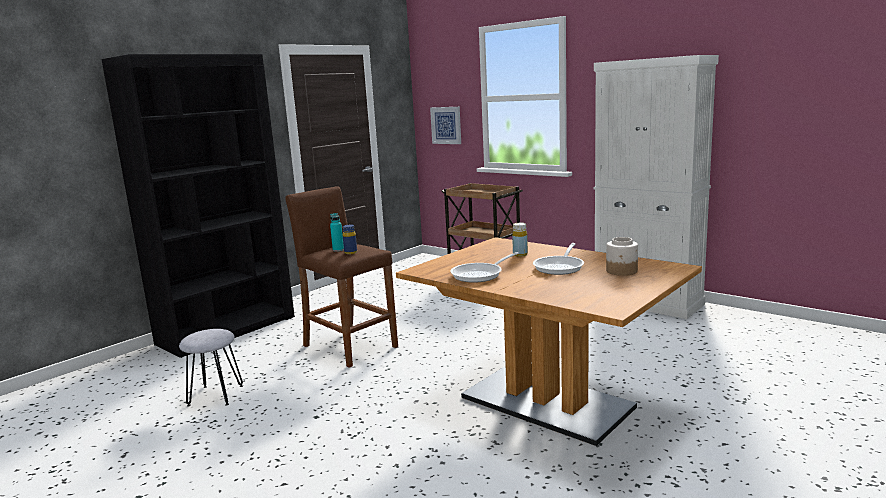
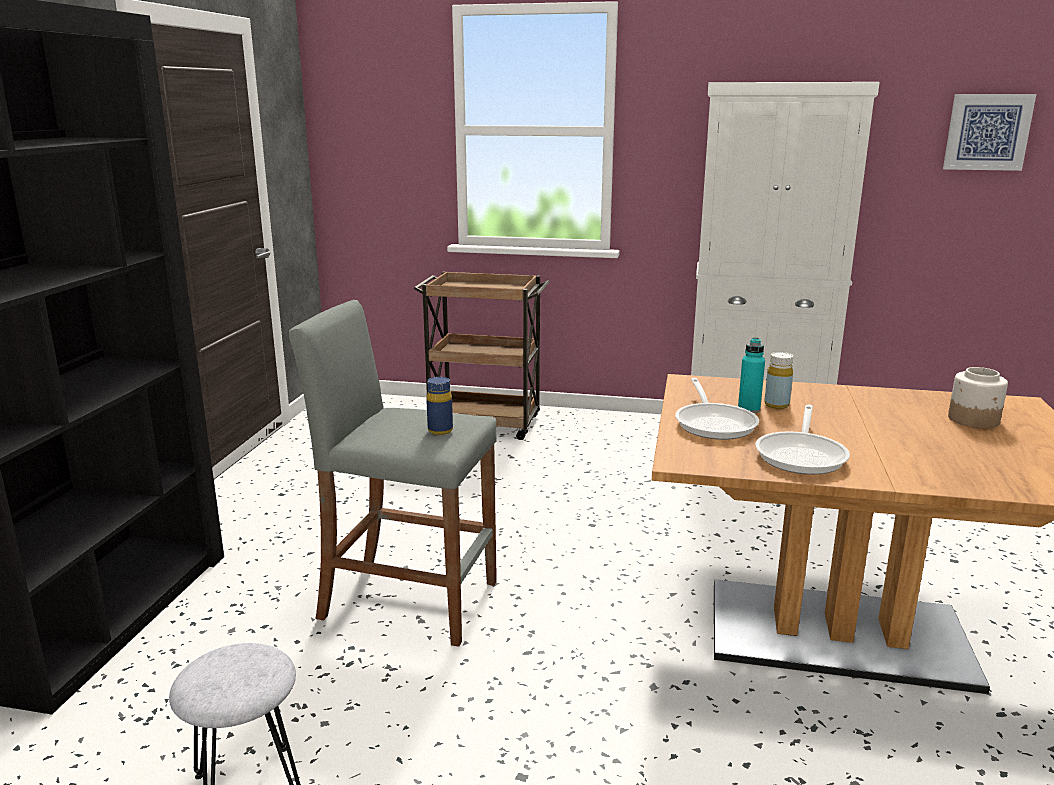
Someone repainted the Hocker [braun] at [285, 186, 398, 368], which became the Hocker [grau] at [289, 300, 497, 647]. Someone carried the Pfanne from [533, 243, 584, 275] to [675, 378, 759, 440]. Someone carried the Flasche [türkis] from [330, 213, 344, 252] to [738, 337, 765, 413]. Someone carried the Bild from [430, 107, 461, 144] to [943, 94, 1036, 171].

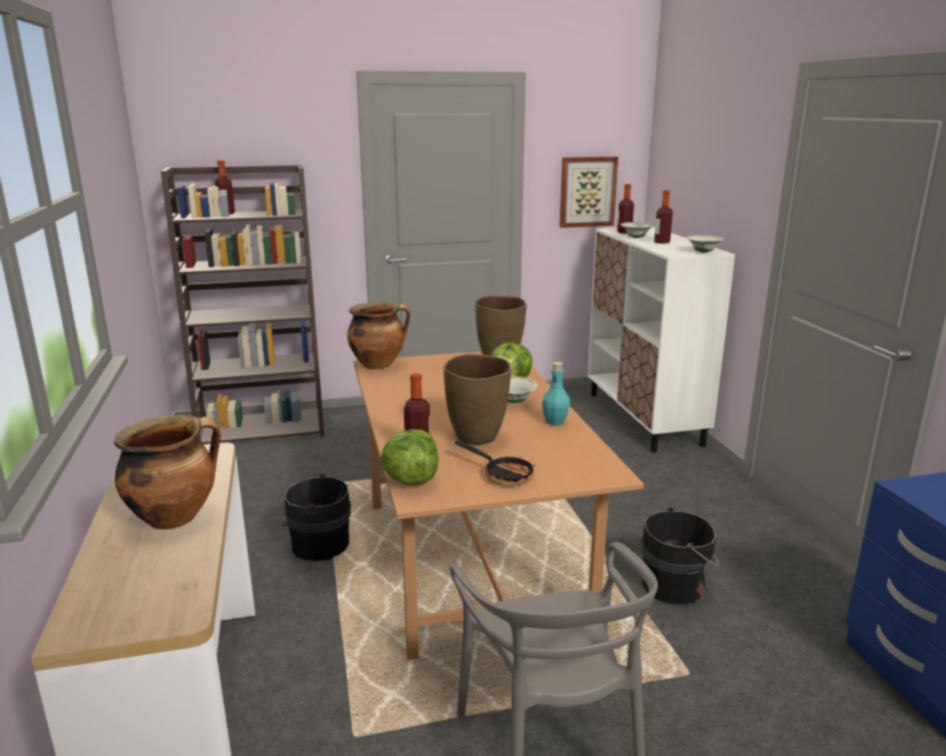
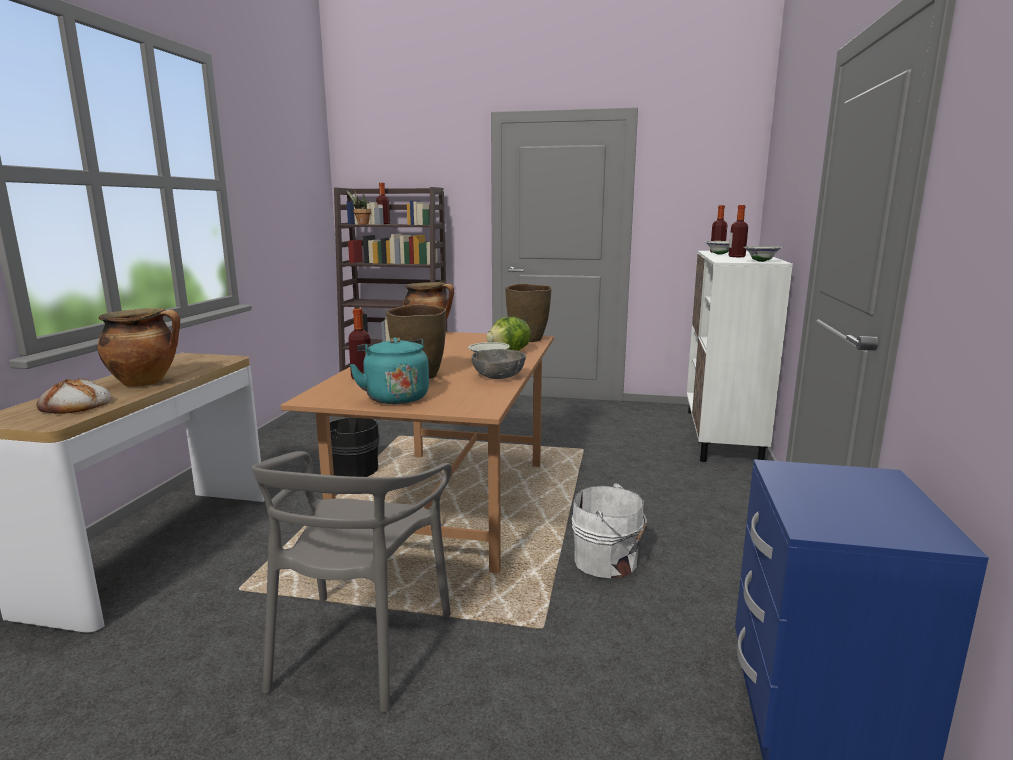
Someone put down the Brot at [36, 378, 111, 414]. Someone put down the Topfpflanze at [346, 190, 372, 224]. Someone swapped the Pfanne at [455, 440, 535, 486] for the Wasserkessel [türkis] at [350, 337, 429, 404]. Someone swapped the Flasche [türkis] at [542, 362, 570, 426] for the Schüssel [grau] at [471, 349, 526, 379]. Someone repainted the Eimer [schwarz] at [641, 507, 719, 605], which became the Eimer [weiß] at [571, 483, 647, 578]. Someone took away the Salatkopf at [380, 429, 439, 485]. Someone took away the Bild at [560, 157, 618, 228].

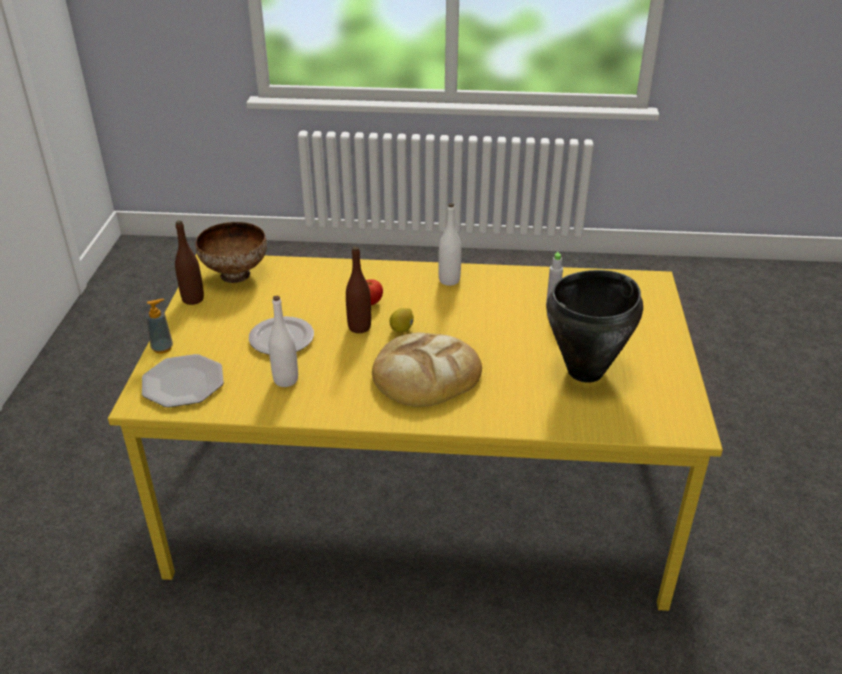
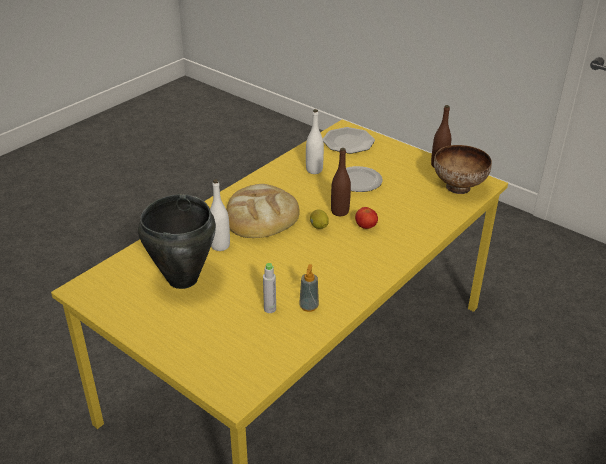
Someone carried the Flasche [weiß] from [438, 203, 462, 286] to [210, 179, 230, 251]. Someone carried the Seifenspender from [146, 299, 173, 354] to [299, 264, 319, 312].

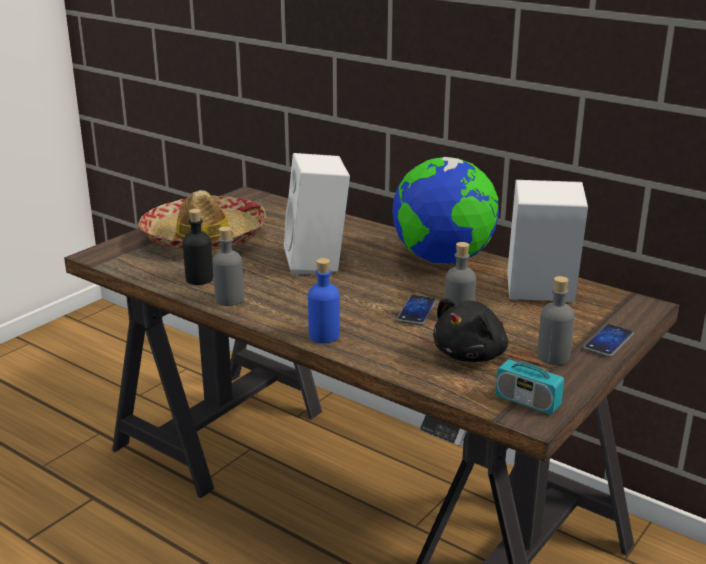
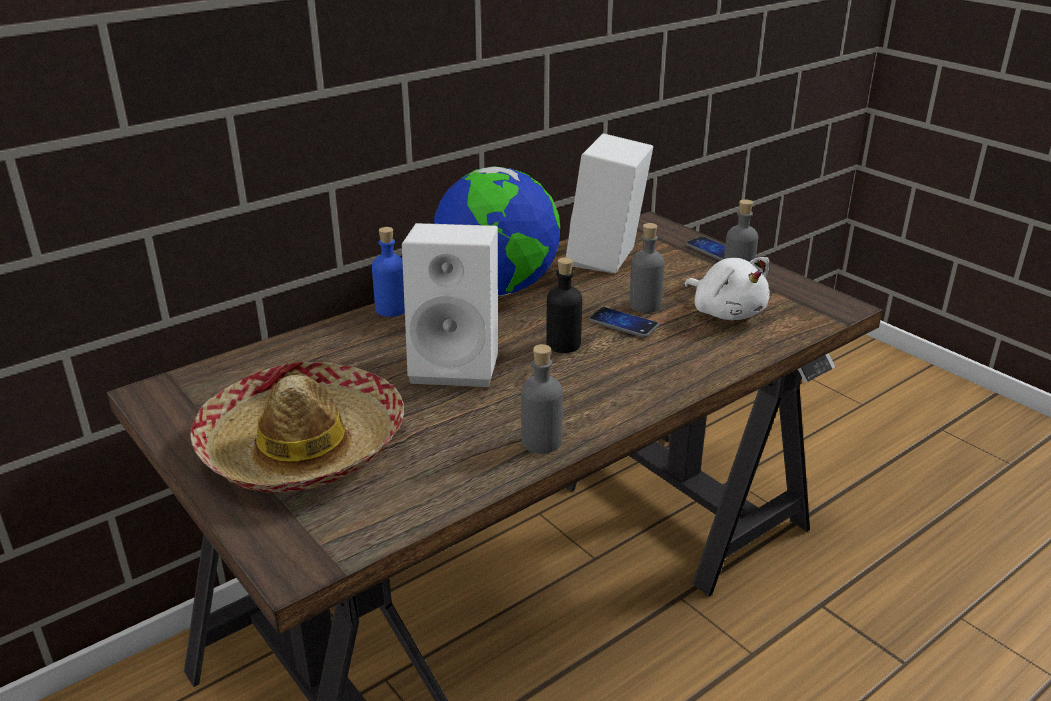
Someone carried the Flasche [blau] from [308, 258, 340, 343] to [372, 227, 405, 317]. Someone carried the Flasche [schwarz] from [183, 209, 213, 285] to [546, 257, 582, 353]. Someone repainted the Plüschtier [schwarz] at [433, 298, 508, 362], which became the Plüschtier [weiß] at [684, 257, 770, 320]. Someone took away the Radio at [495, 321, 564, 415].

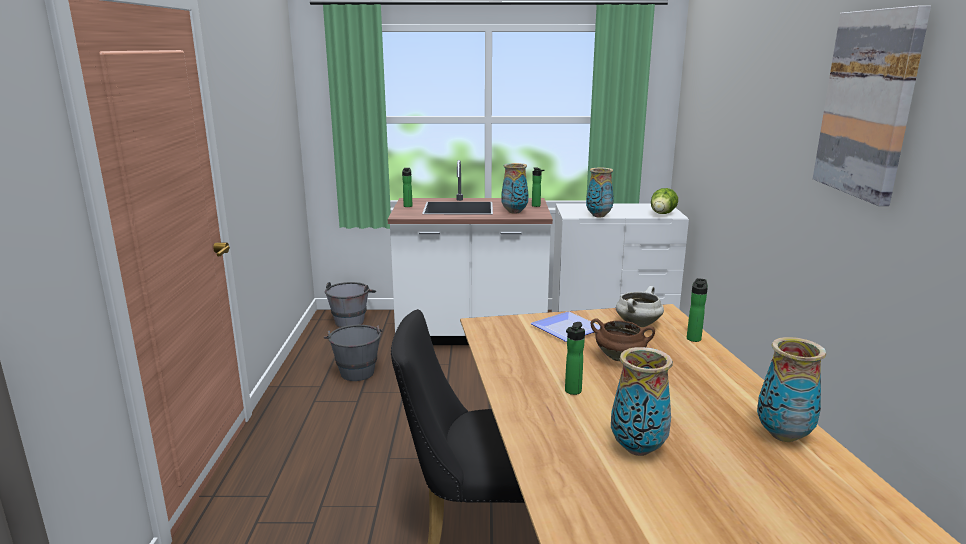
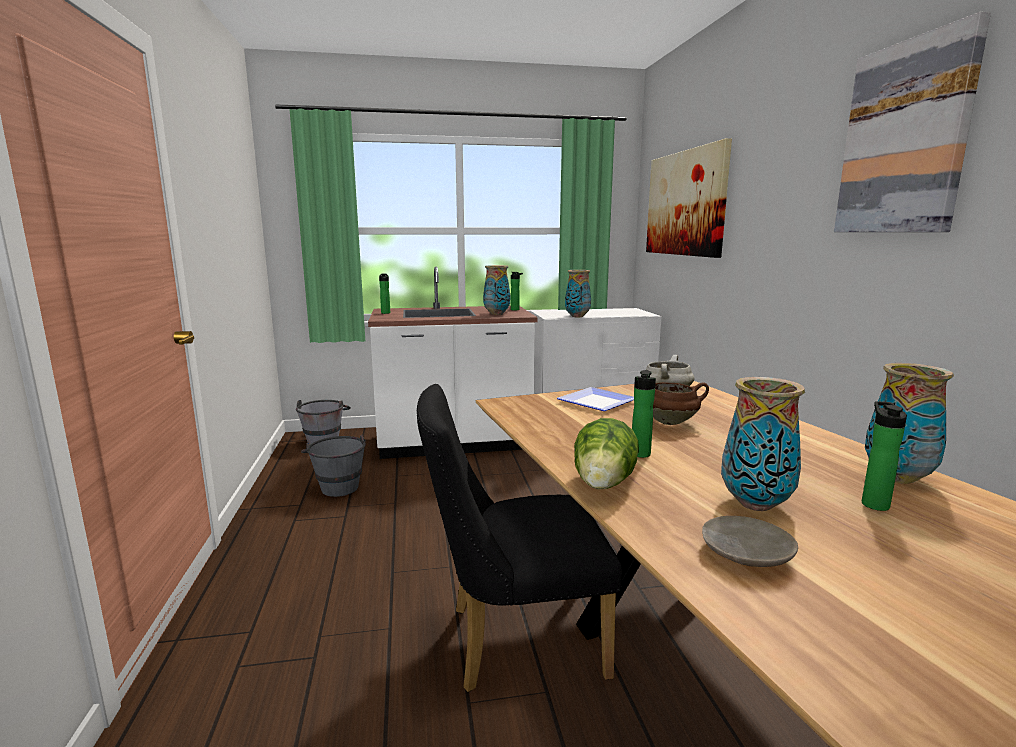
Someone carried the Salatkopf from [651, 188, 678, 214] to [574, 418, 639, 490]. Someone put up the Bild at [646, 138, 732, 258]. Someone put down the Teller [beige] at [702, 516, 798, 567]. Someone carried the Flasche from [687, 278, 708, 342] to [862, 401, 907, 511].

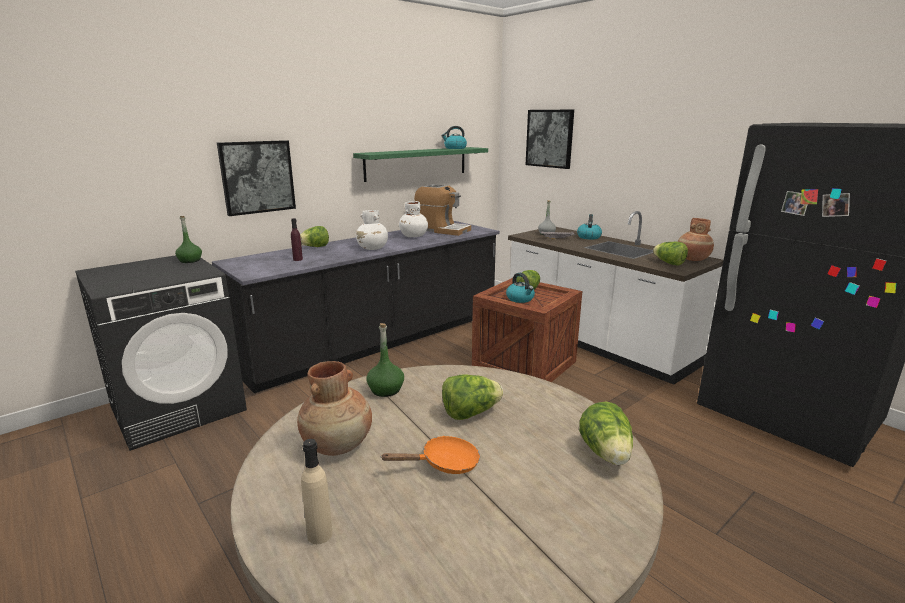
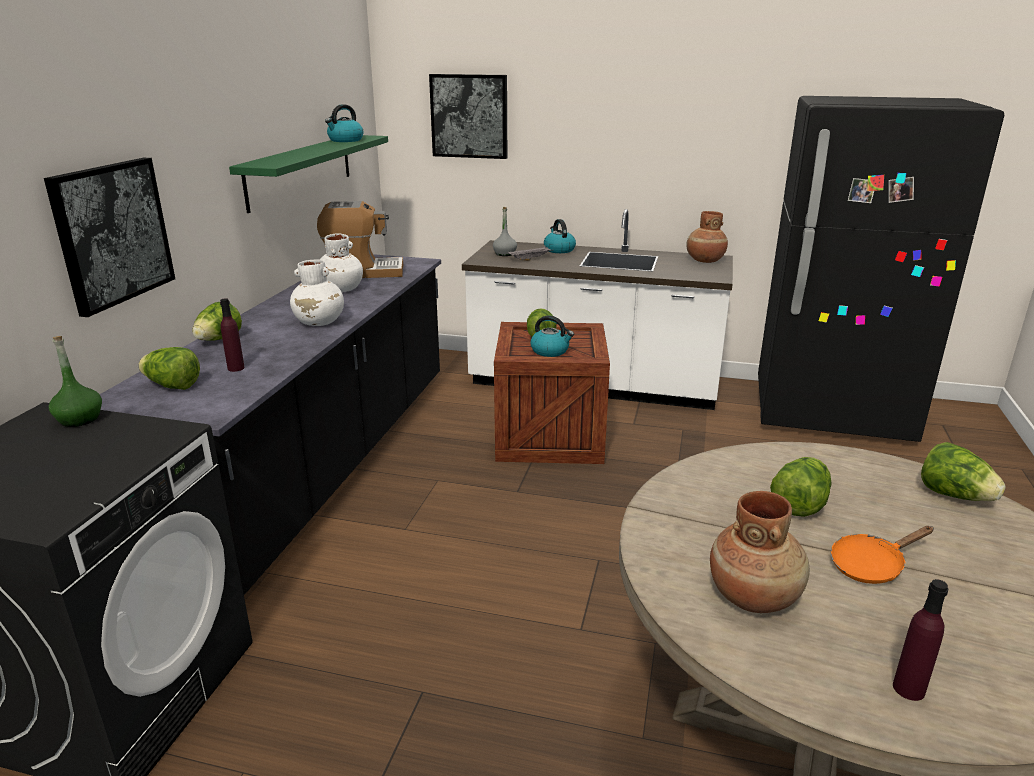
Someone carried the Salatkopf from [653, 242, 688, 266] to [138, 347, 200, 390]. Someone rotated the Pfanne [orange] at [380, 436, 480, 474] by 150 degrees counterclockwise. Someone repainted the Flasche [beige] at [301, 439, 332, 544], which became the Flasche [lila] at [893, 579, 948, 701]. Someone took away the Flasche [grün] at [366, 323, 404, 397].

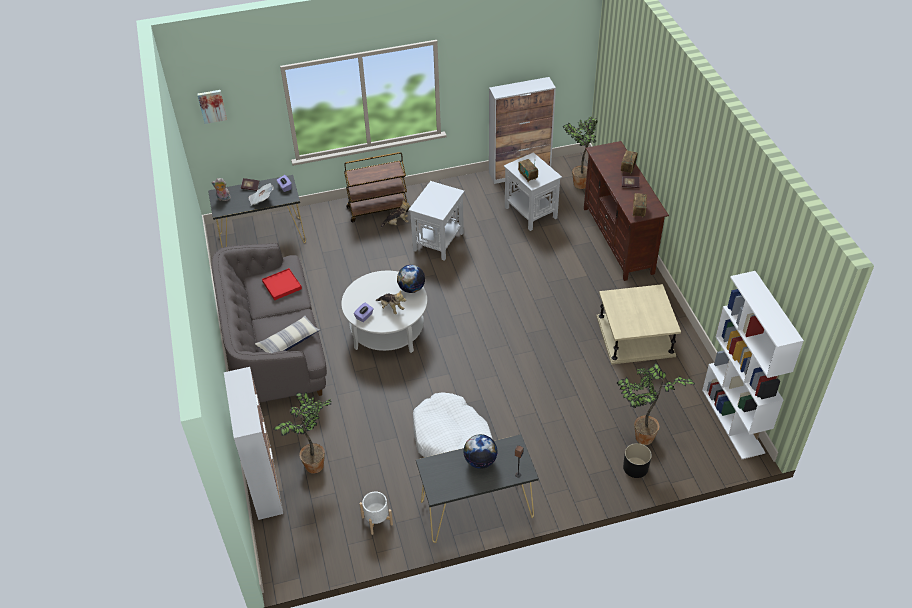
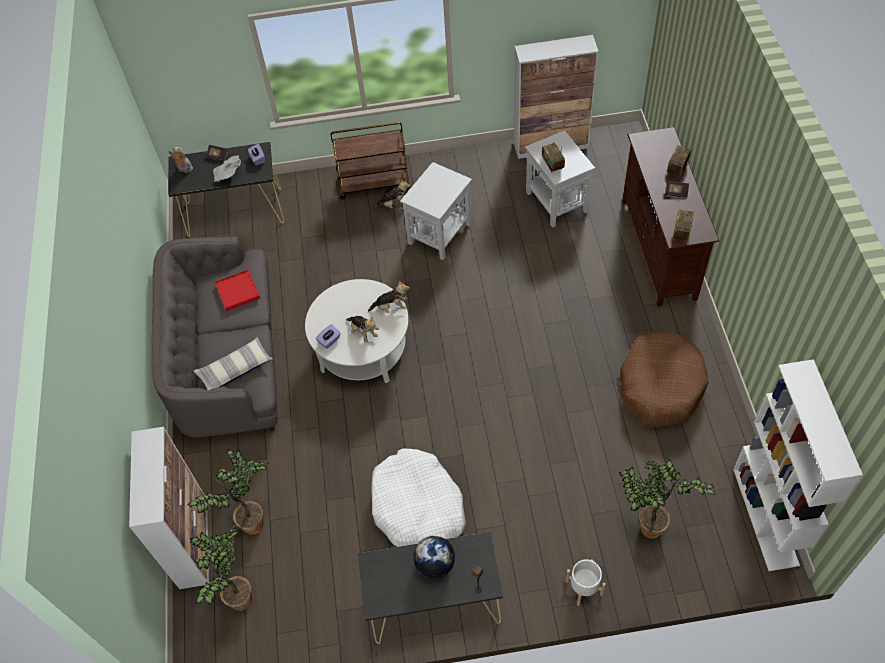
Someone carried the Topfpflanze from [563, 117, 598, 189] to [190, 523, 252, 611]. Someone swapped the Globus at [397, 265, 425, 293] for the Plüschtier at [368, 280, 410, 313]. Someone carried the Pflanzkübel [weiß] from [359, 491, 393, 535] to [565, 559, 606, 606]. Someone swapped the Beistelltisch [beige] at [596, 284, 681, 365] for the Hundebett [braun] at [620, 330, 709, 428]. Someone took away the Bild at [197, 90, 227, 124]. Someone took away the Pflanzkübel [schwarz] at [623, 443, 652, 478].

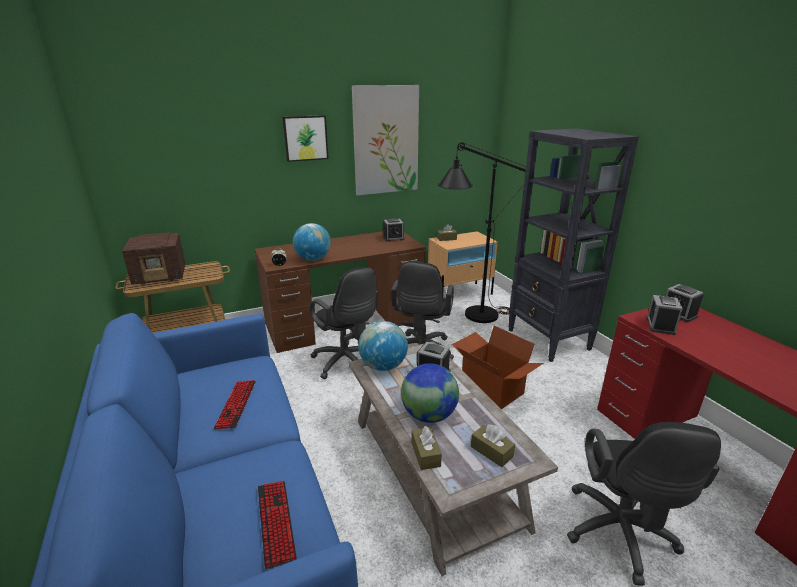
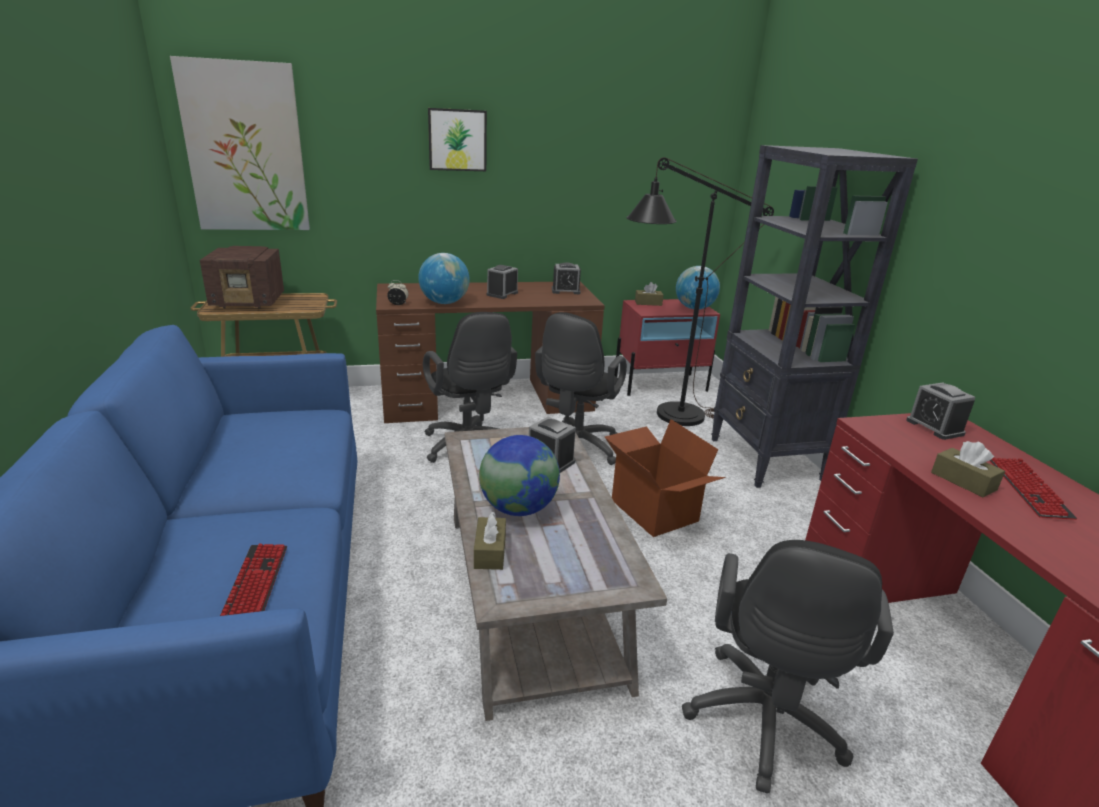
Someone carried the Bild from [352, 85, 419, 196] to [170, 56, 310, 230]. Someone carried the Wecker from [647, 295, 683, 335] to [487, 265, 518, 299]. Someone repainted the Nachttisch [beige] at [428, 231, 498, 295], which became the Nachttisch [rot] at [615, 299, 720, 396]. Someone carried the Globus from [358, 321, 408, 371] to [676, 266, 720, 309]. Someone carried the Taschentuchbox [braun] from [471, 424, 515, 467] to [931, 441, 1005, 497]. Someone carried the Tastatur from [214, 380, 256, 430] to [990, 458, 1077, 520].

